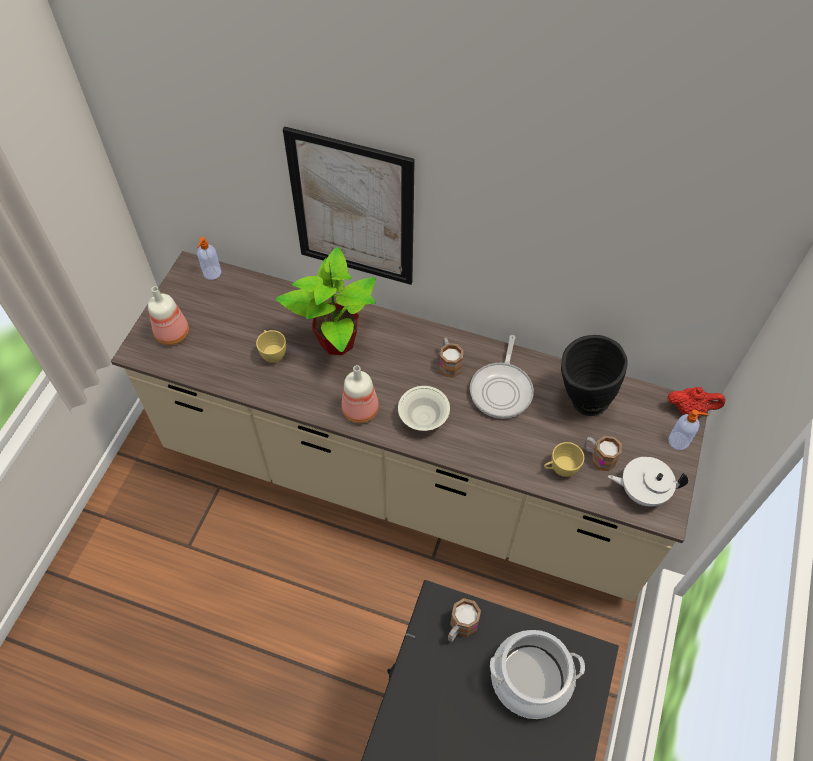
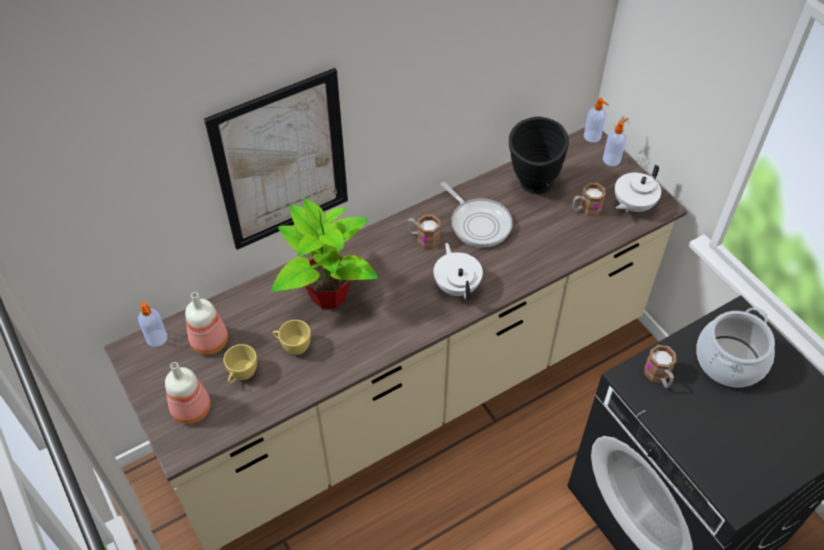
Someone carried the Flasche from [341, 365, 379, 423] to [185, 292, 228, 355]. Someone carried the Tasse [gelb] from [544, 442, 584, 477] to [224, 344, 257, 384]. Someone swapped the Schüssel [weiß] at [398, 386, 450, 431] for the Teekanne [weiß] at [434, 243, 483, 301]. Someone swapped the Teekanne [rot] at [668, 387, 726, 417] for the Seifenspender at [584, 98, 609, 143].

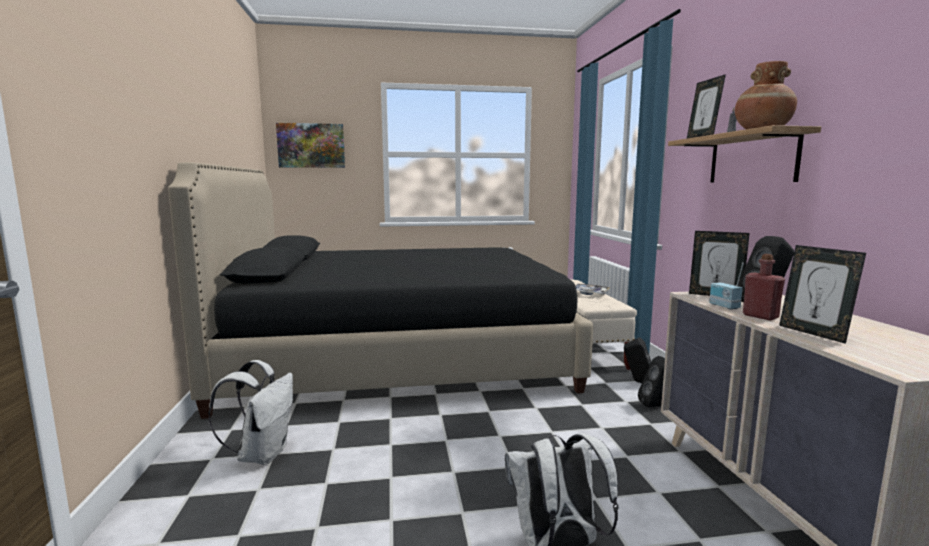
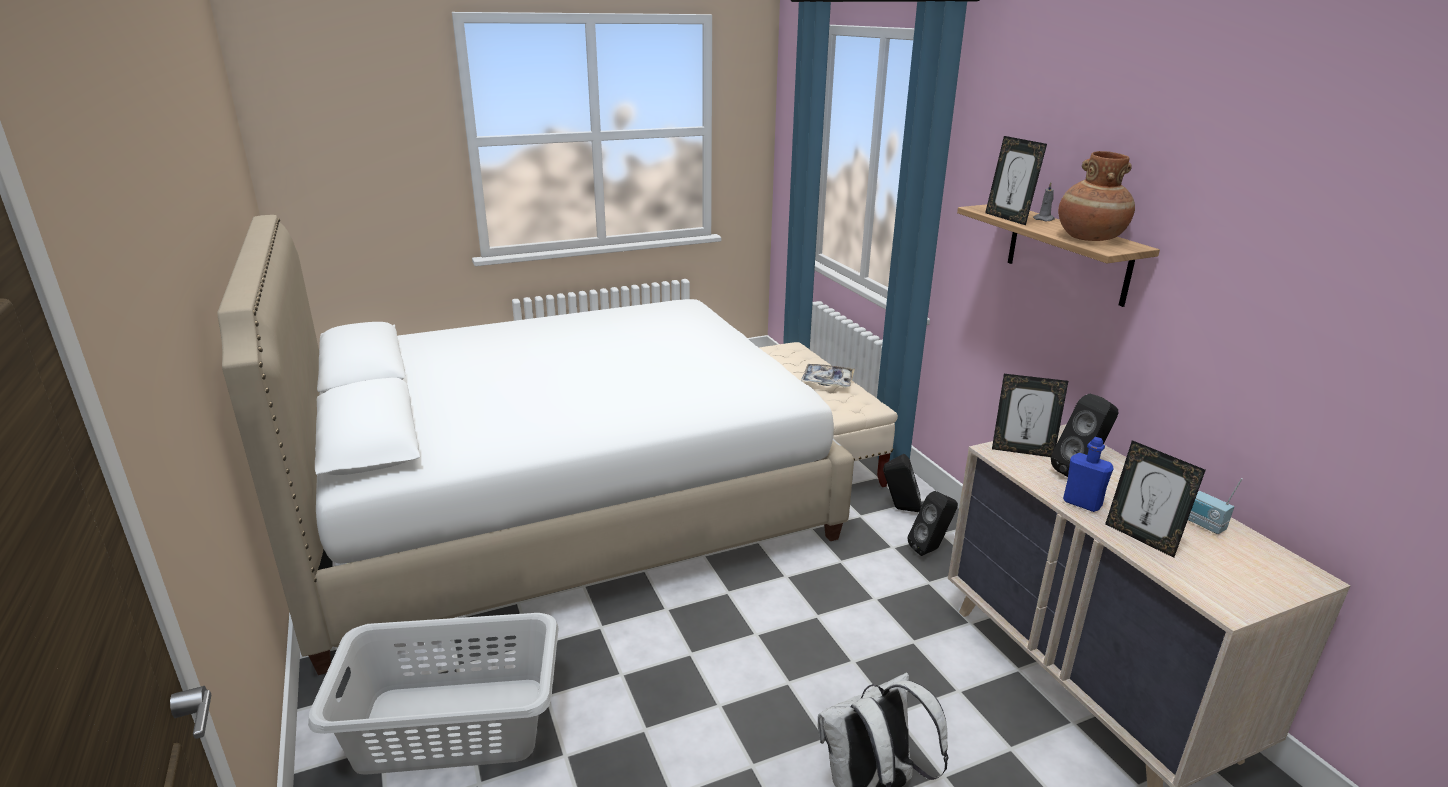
Someone repainted the Bett [schwarz] at [168, 162, 593, 419], which became the Bett [weiß] at [217, 215, 854, 675]. Someone swapped the Rucksack [weiß] at [208, 360, 293, 465] for the Wäschekorb [grau] at [308, 613, 559, 775]. Someone repainted the Flasche [rot] at [743, 254, 785, 320], which became the Flasche [blau] at [1063, 437, 1114, 512]. Someone carried the Radio from [709, 262, 744, 310] to [1188, 478, 1243, 534]. Someone took away the Bild at [276, 123, 345, 168].

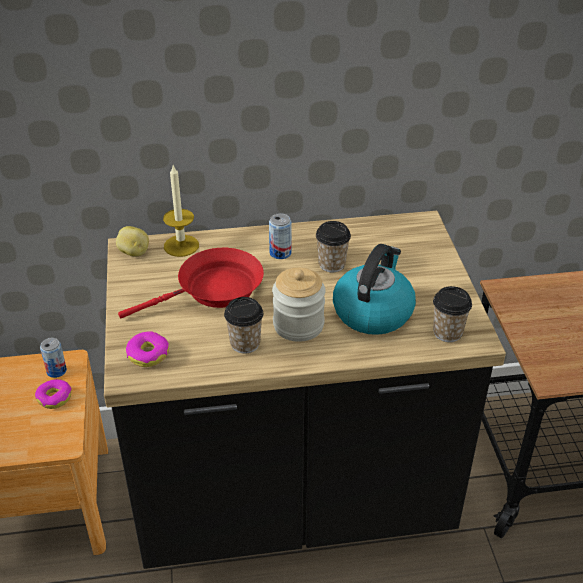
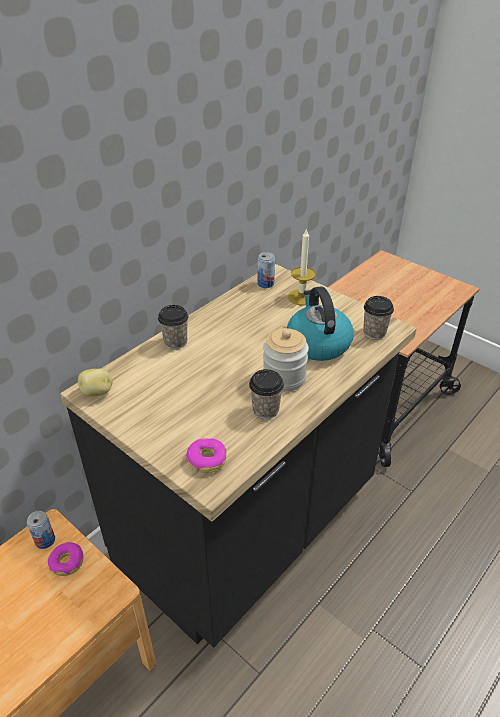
Someone carried the Tasse from [316, 221, 351, 272] to [158, 305, 188, 349]. Someone carried the Dose from [269, 213, 291, 259] to [257, 252, 275, 288]. Someone carried the Kerze from [163, 165, 199, 257] to [288, 228, 316, 305]. Someone took away the Pfanne [rot] at [118, 248, 264, 319].

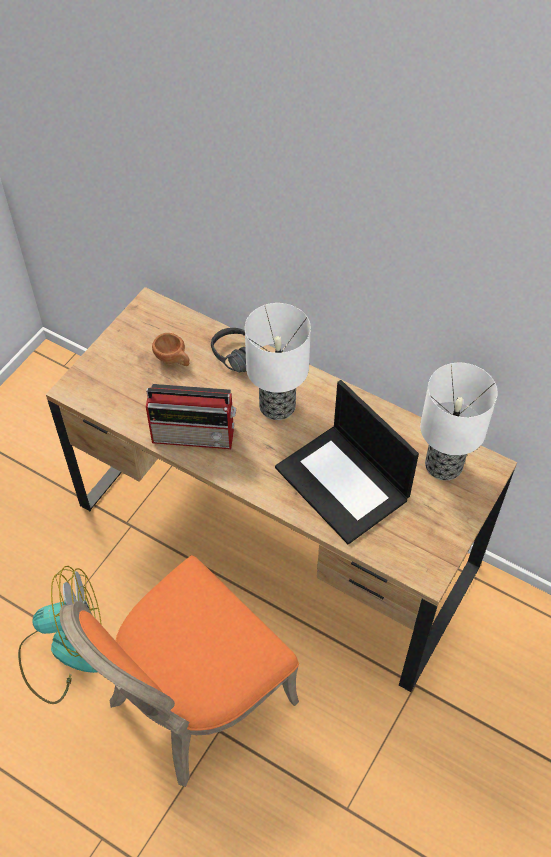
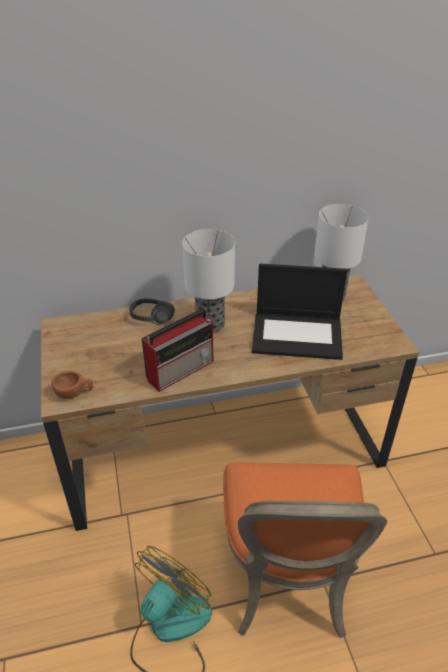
Someone carried the Tasse [braun] from [152, 333, 190, 366] to [52, 371, 93, 399].

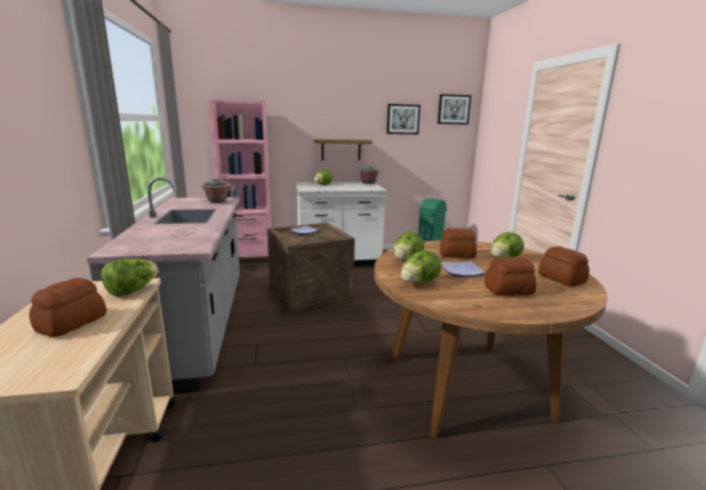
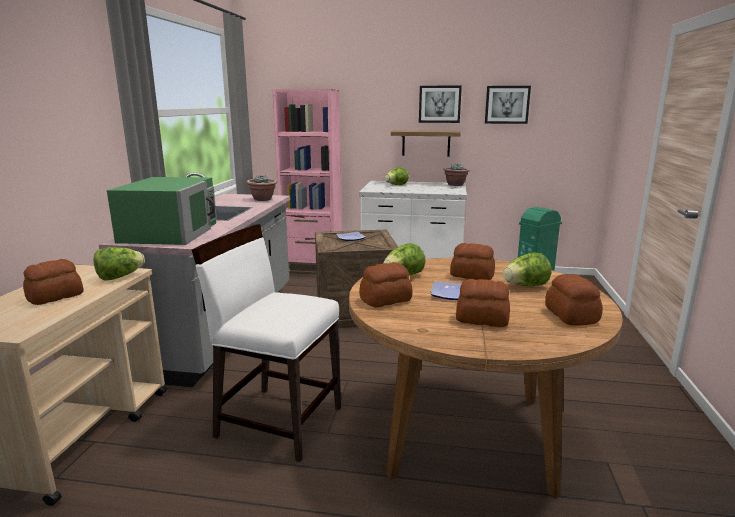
Someone put down the Mikrowelle [grün] at [107, 177, 217, 245]. Someone put down the Stuhl [weiß] at [192, 224, 341, 462]. Someone swapped the Salatkopf at [401, 250, 441, 283] for the Brot at [359, 262, 412, 308]. Someone carried the Bild from [437, 94, 471, 125] to [419, 86, 462, 123].

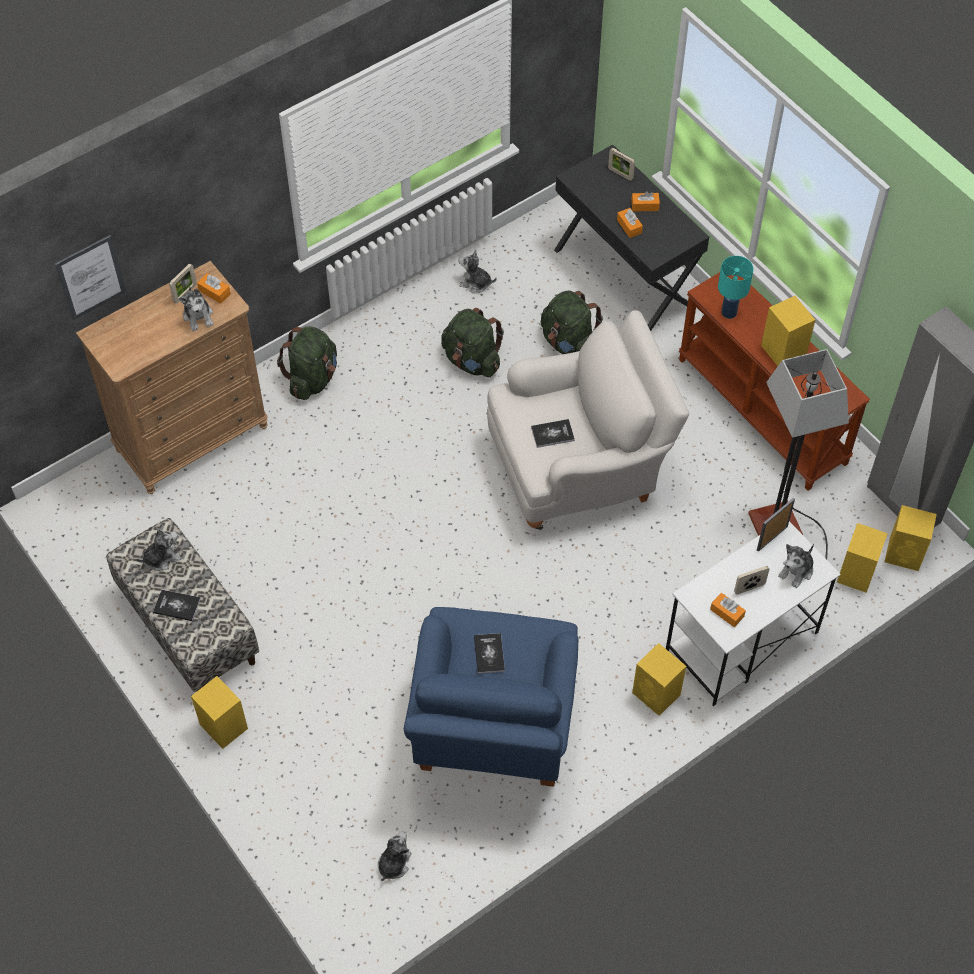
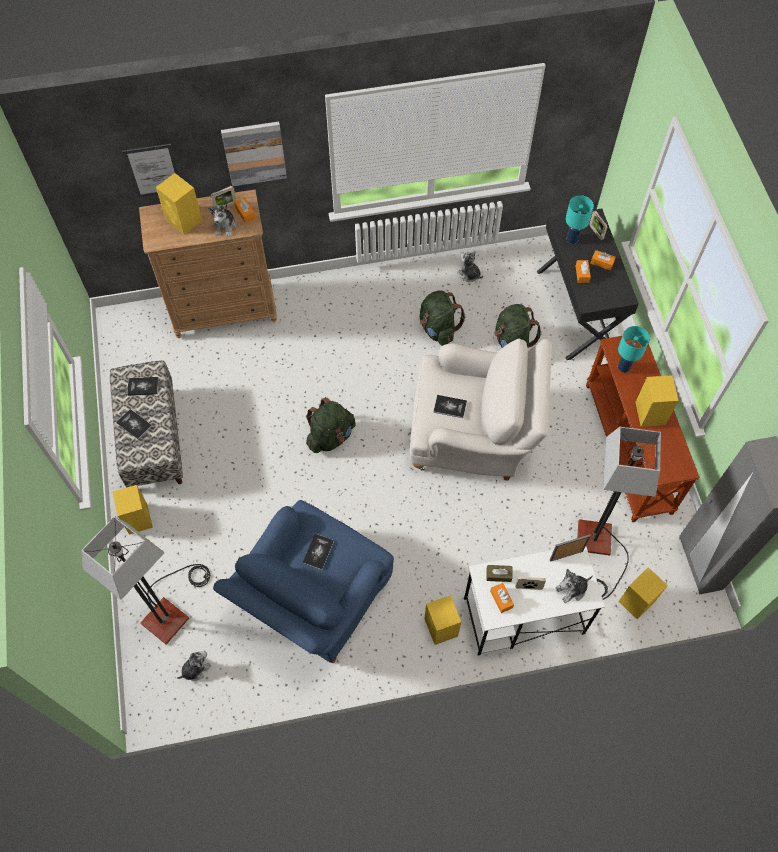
Someone put down the Stehlampe at [81, 516, 210, 644]. Someone swapped the Plüschtier at [136, 529, 182, 571] for the Buch at [127, 377, 159, 396]. Someone carried the Lautsprecher [gelb] from [884, 505, 937, 571] to [156, 173, 202, 235]. Someone put up the Bild at [221, 122, 287, 186]. Someone carried the Rucksack [grün] from [277, 326, 337, 400] to [306, 397, 356, 453]. Someone put down the Taschentuchbox [braun] at [487, 565, 513, 582]. Someone put down the Tischlampe [türkis] at [566, 195, 594, 244].

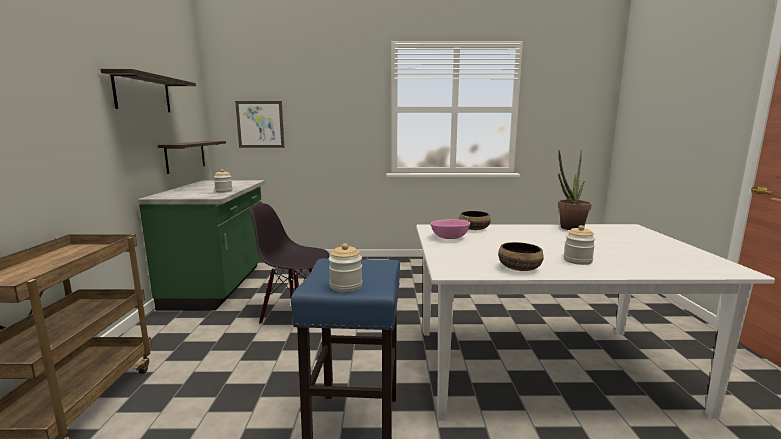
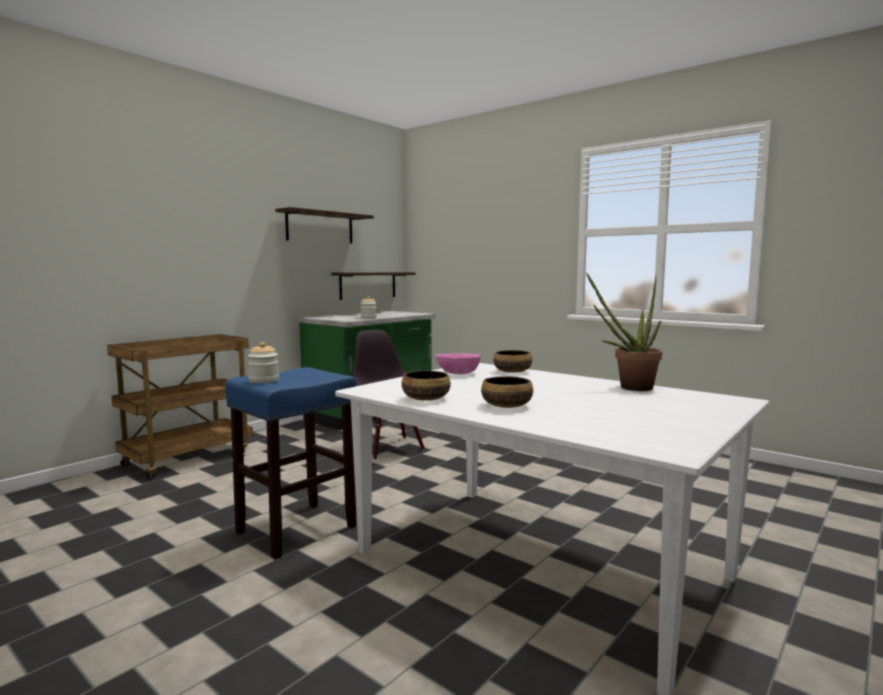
Someone swapped the Vorratsglas at [564, 225, 595, 265] for the Schüssel at [481, 376, 533, 408]. Someone took away the Bild at [235, 101, 284, 148].

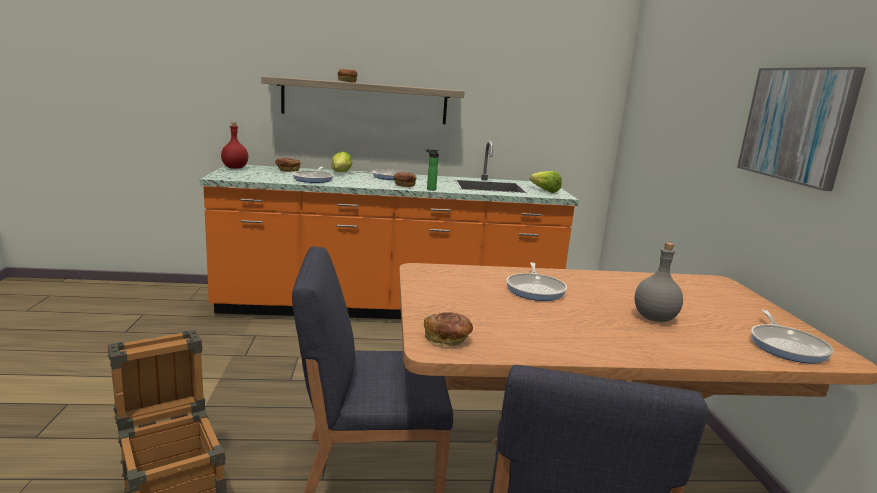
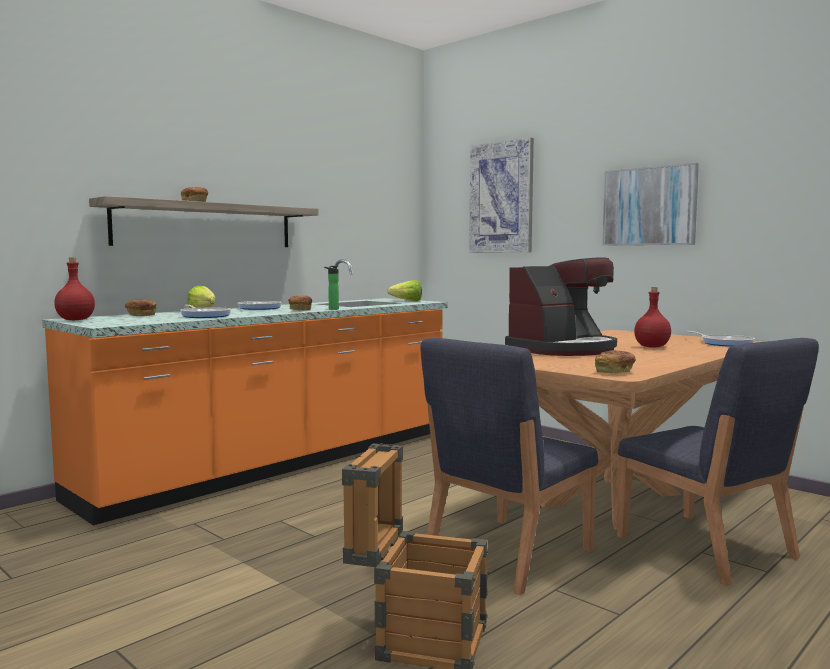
Someone put up the Bild at [469, 137, 534, 253]. Someone swapped the Pfanne at [506, 262, 567, 301] for the Kaffeemaschine at [505, 257, 617, 356]. Someone repainted the Flasche [grau] at [635, 242, 683, 322], which became the Flasche [rot] at [634, 287, 671, 348].

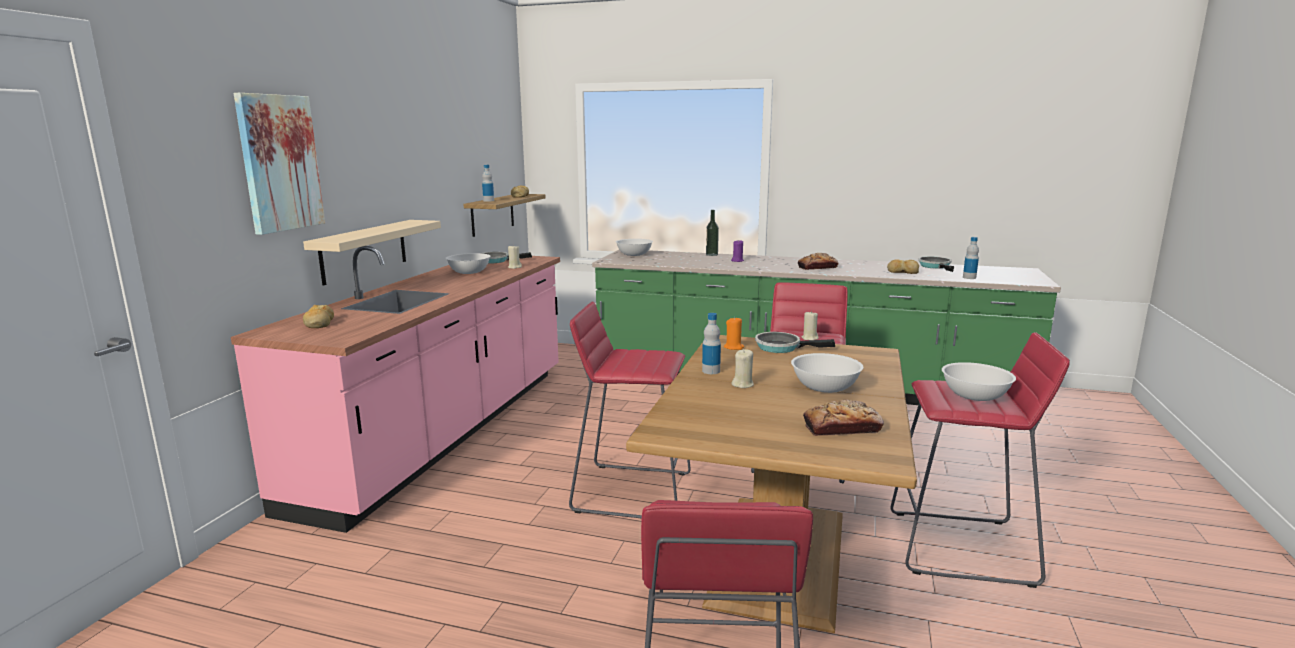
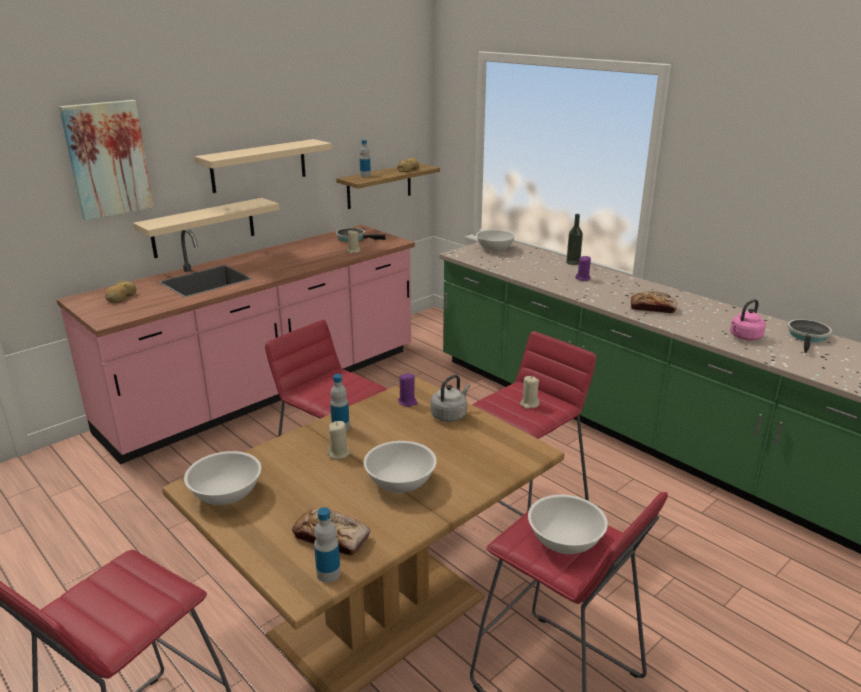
Someone carried the Schüssel [weiß] from [446, 253, 491, 274] to [184, 451, 261, 505]. Someone put up the Wandregal [beige] at [194, 139, 332, 193]. Someone carried the Flasche from [963, 237, 979, 279] to [314, 507, 341, 583]. Someone repainted the Kerze [orange] at [724, 317, 744, 350], which became the Kerze [lila] at [398, 373, 418, 407]. Someone swapped the Pfanne at [755, 332, 835, 353] for the Wasserkessel [grau] at [430, 374, 470, 422]. Someone swapped the Brot at [887, 259, 919, 274] for the Wasserkessel [rosa] at [730, 299, 766, 341].

